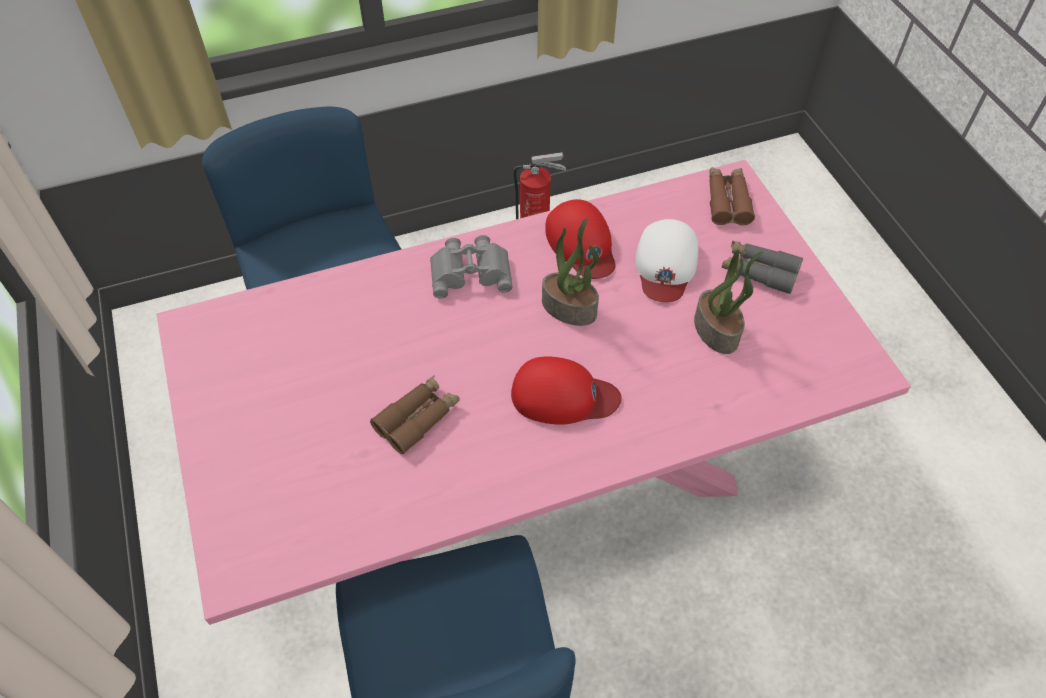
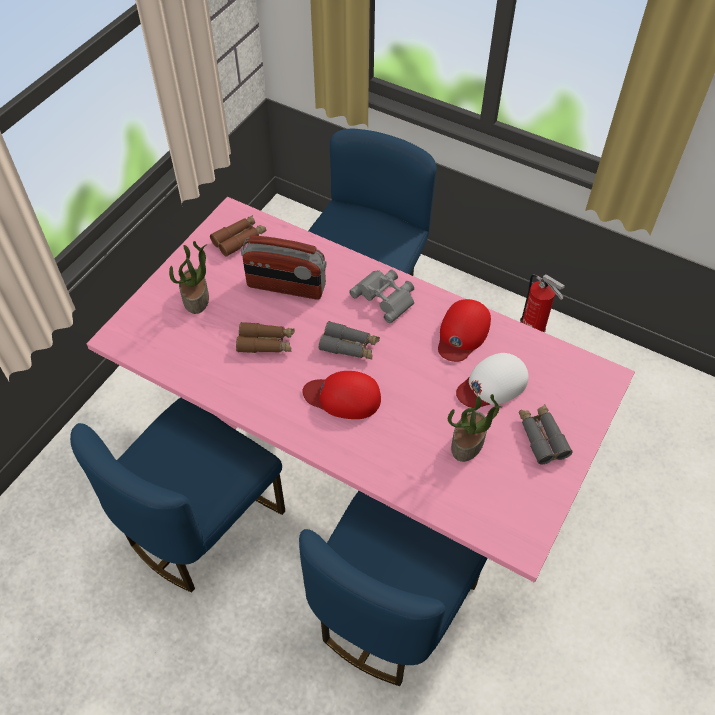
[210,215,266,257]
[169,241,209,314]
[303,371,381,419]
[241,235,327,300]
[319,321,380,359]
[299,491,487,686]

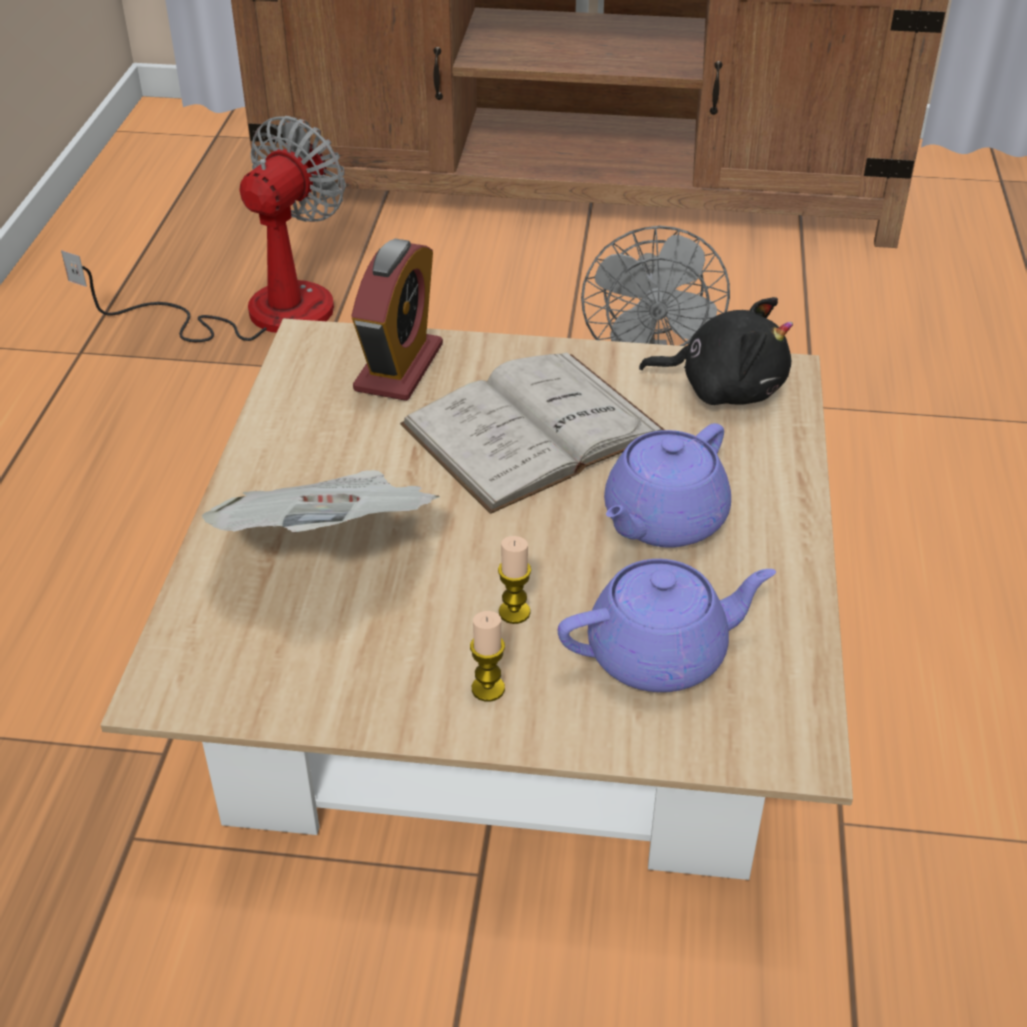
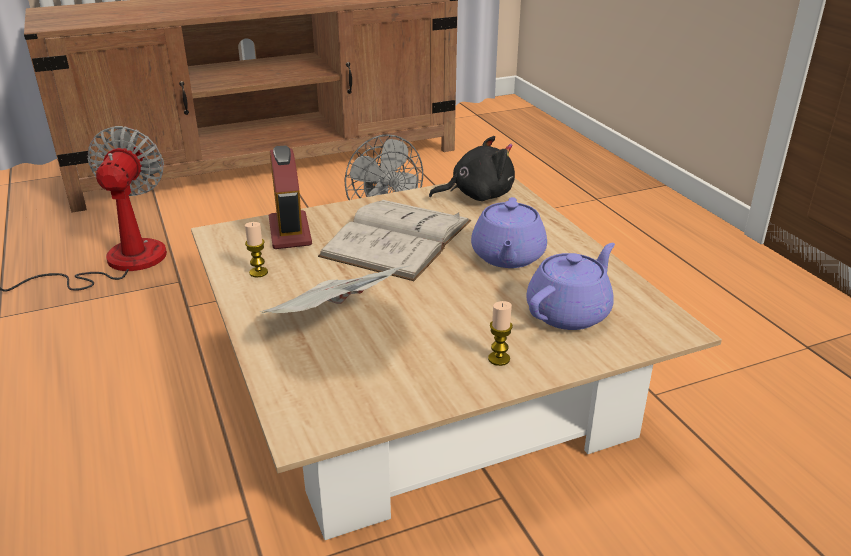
[245,222,268,278]

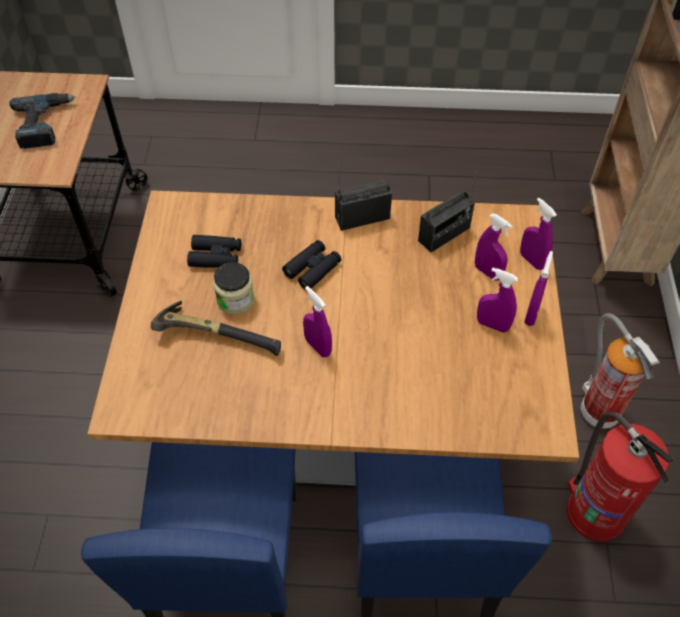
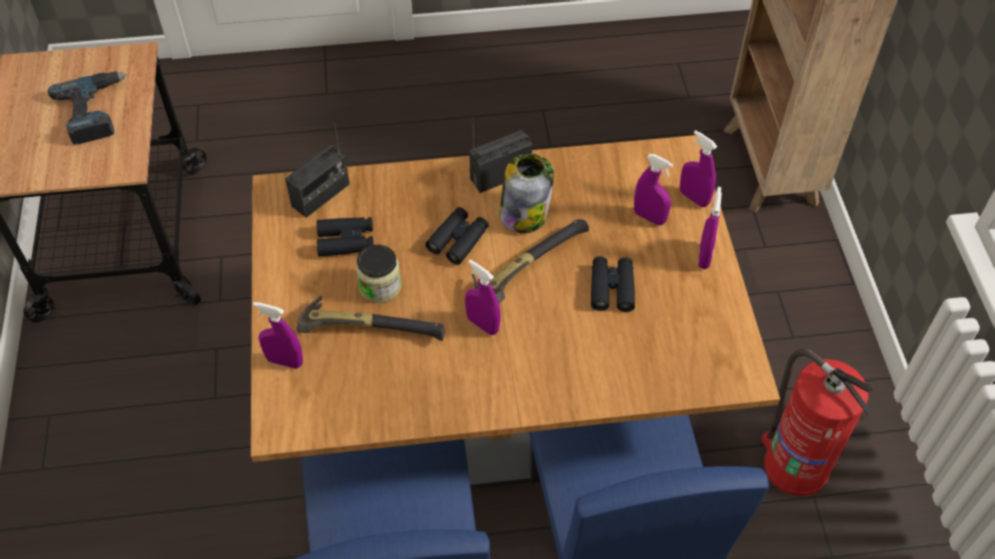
[285,122,350,218]
[253,302,303,369]
[580,313,660,429] (first image)
[500,154,554,233]
[472,219,589,303]
[591,256,635,312]

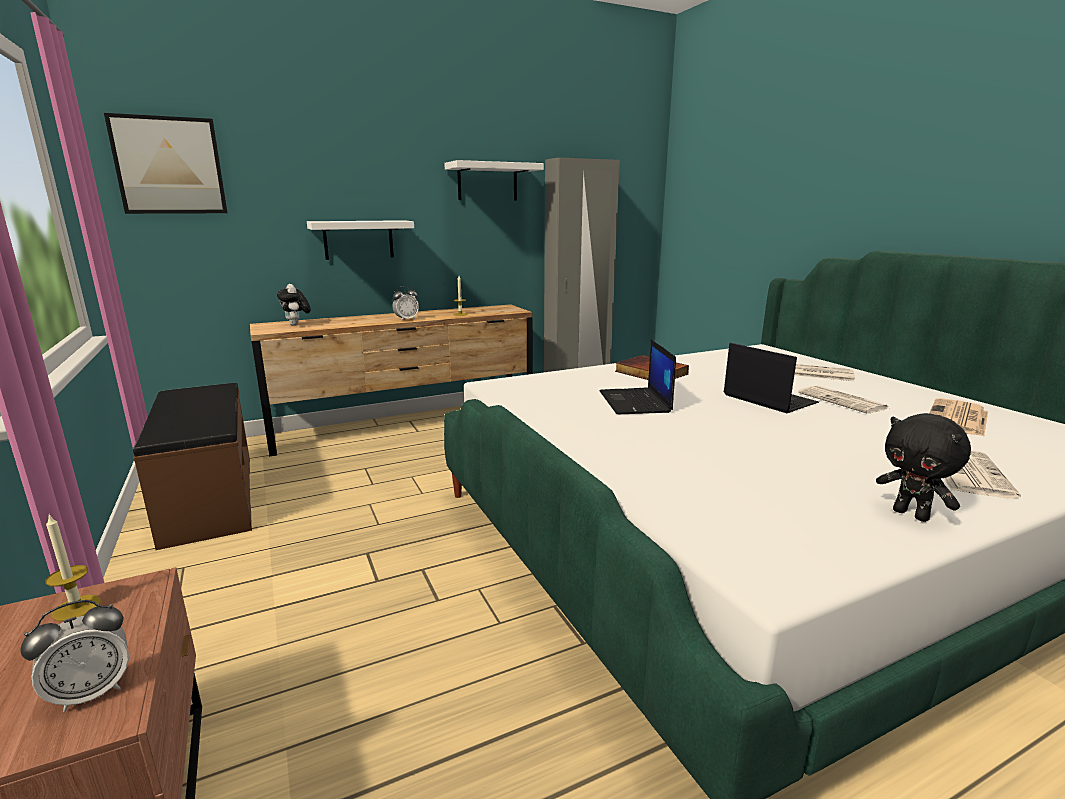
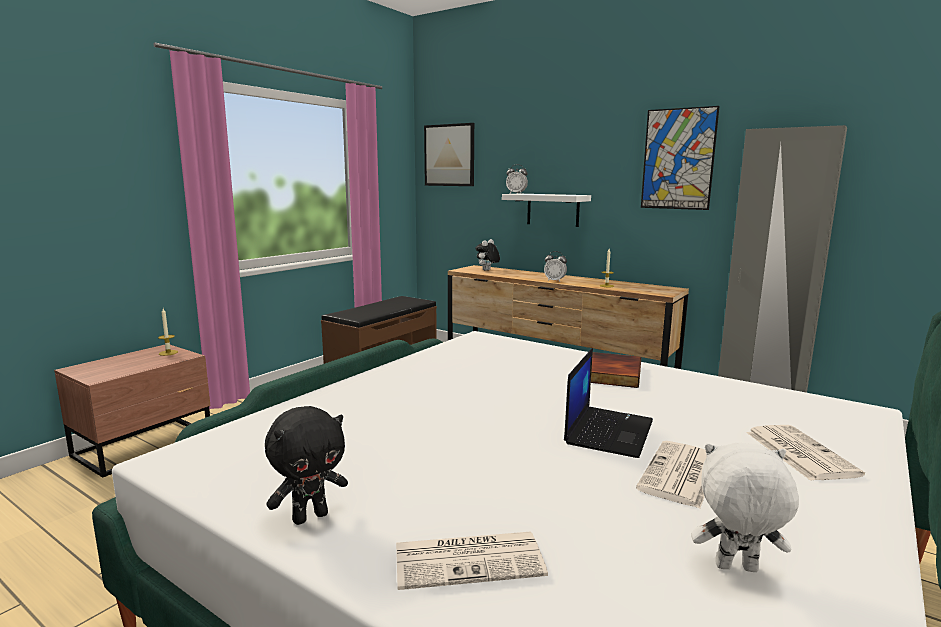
[641,106,720,210]
[600,339,676,414] (first image)
[691,443,799,572]
[265,406,348,525]
[506,164,528,194]

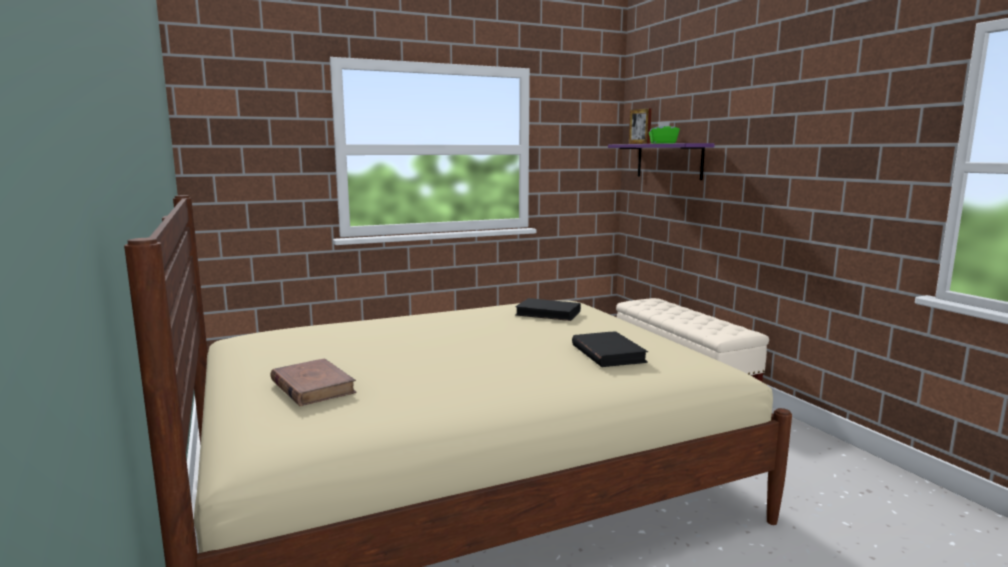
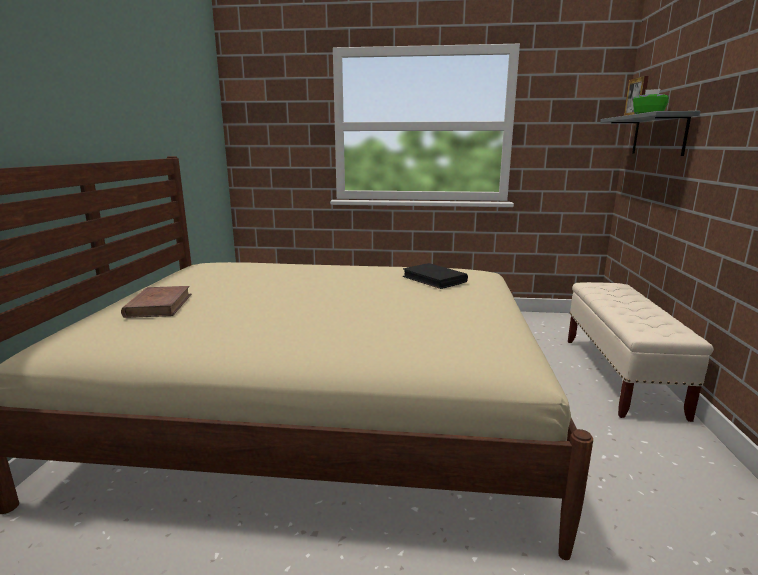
[600,111,700,156]
[572,332,648,367] (first image)

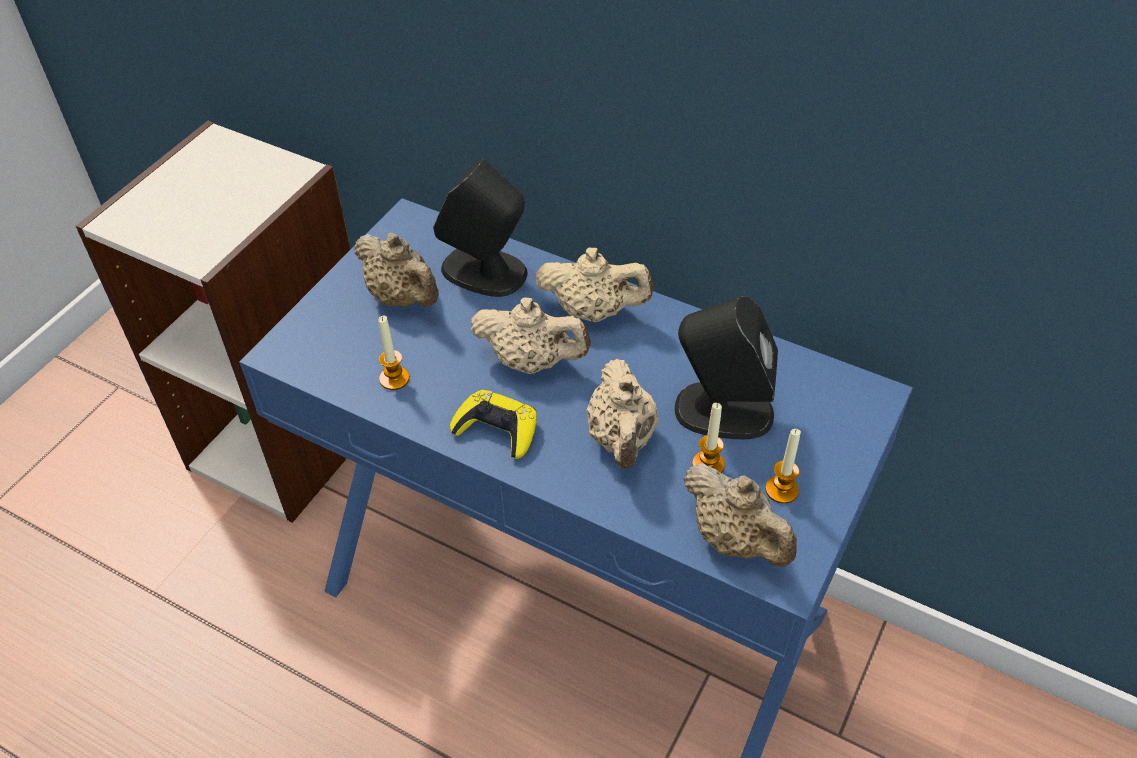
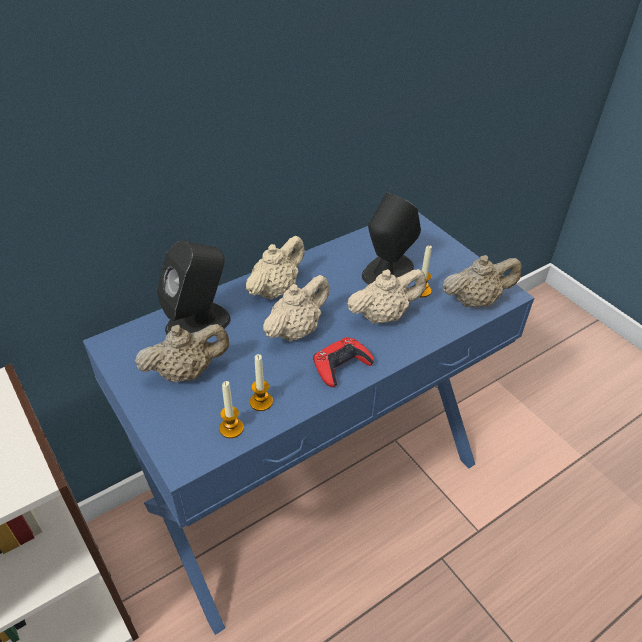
[347,269,426,324]
[313,337,374,387]
[219,381,244,438]

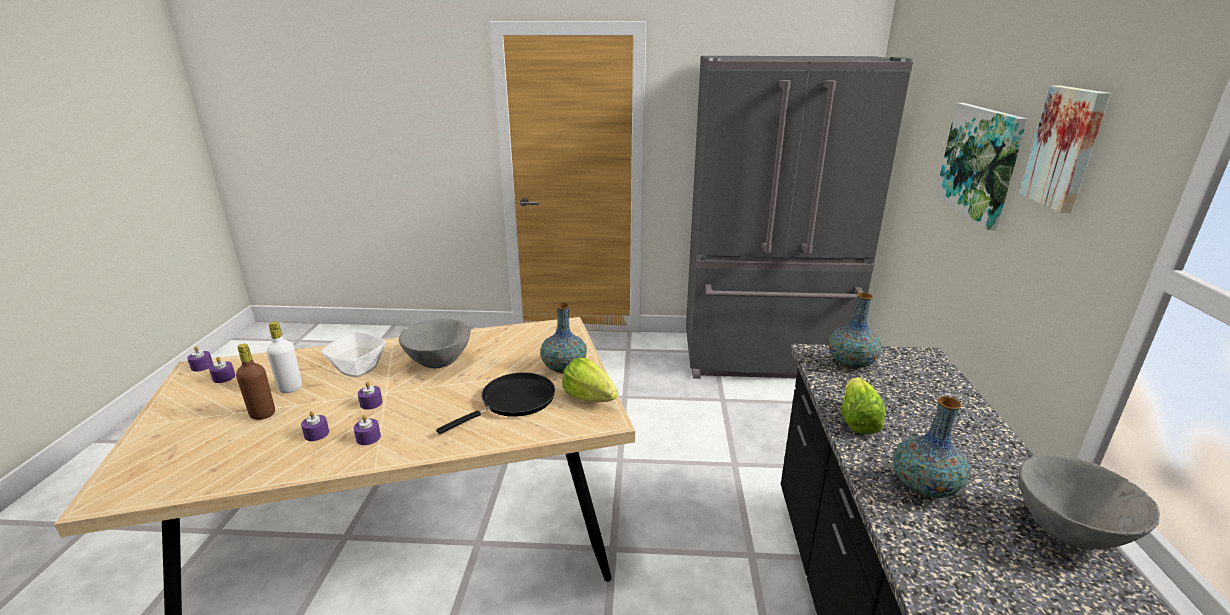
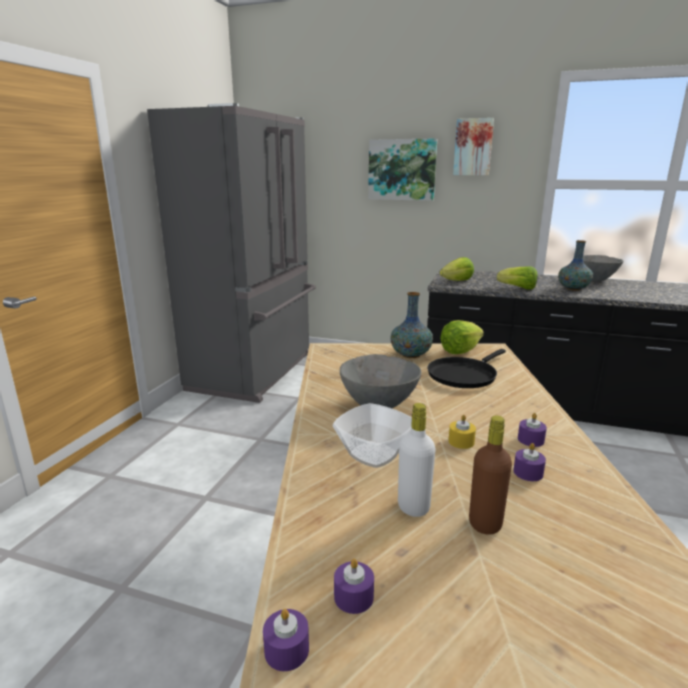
[440,257,474,281]
[427,349,506,388]
[448,415,476,449]

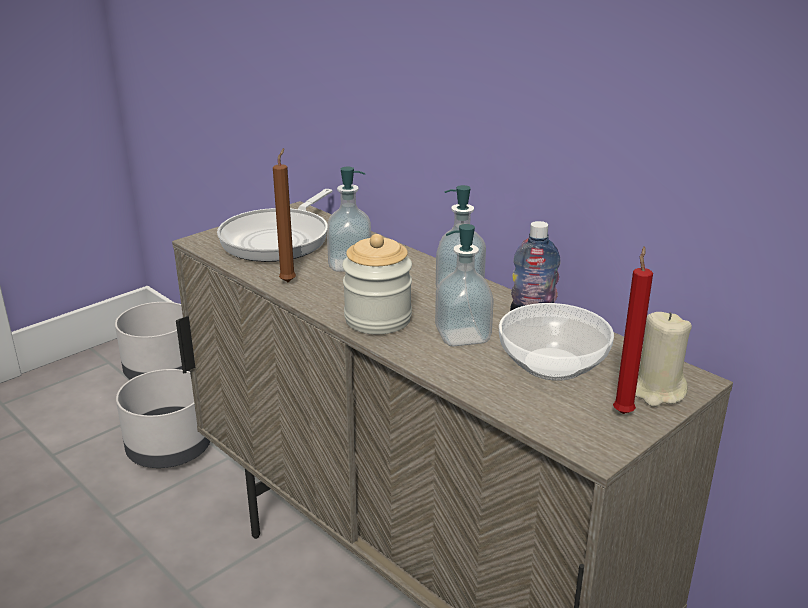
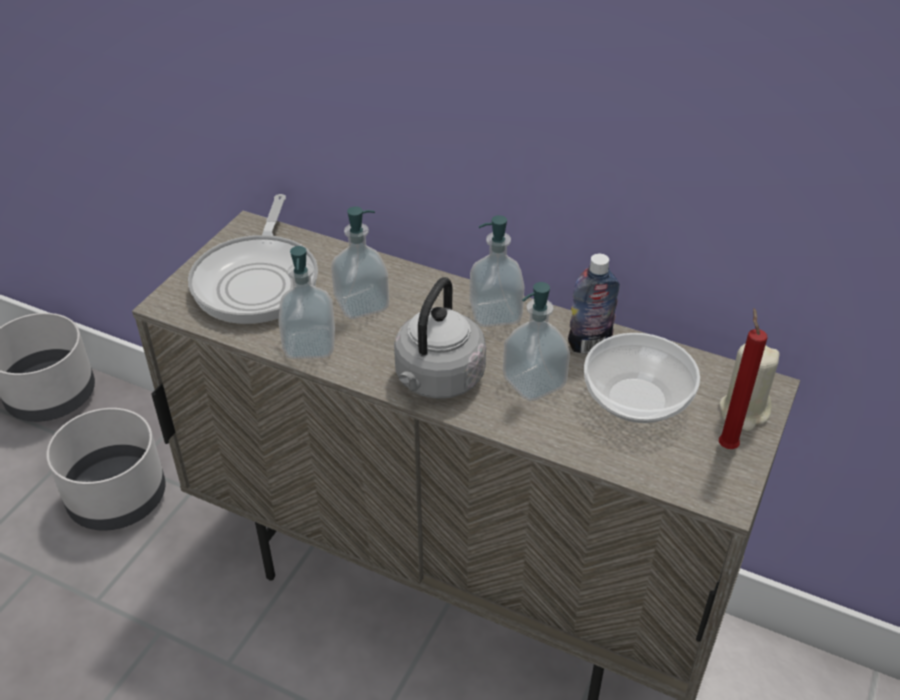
[279,246,335,359]
[394,277,486,399]

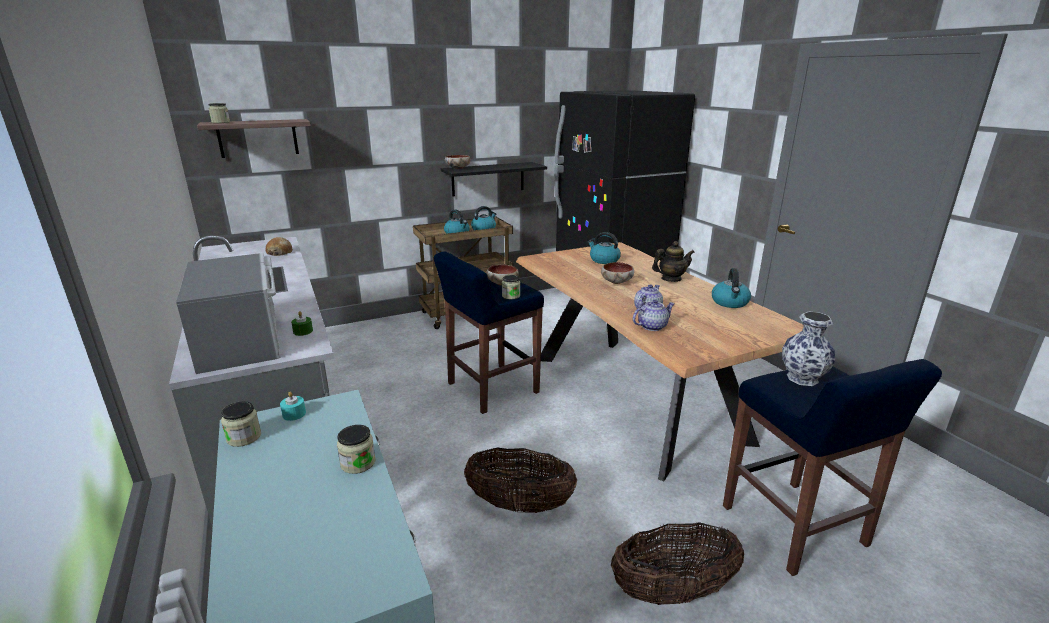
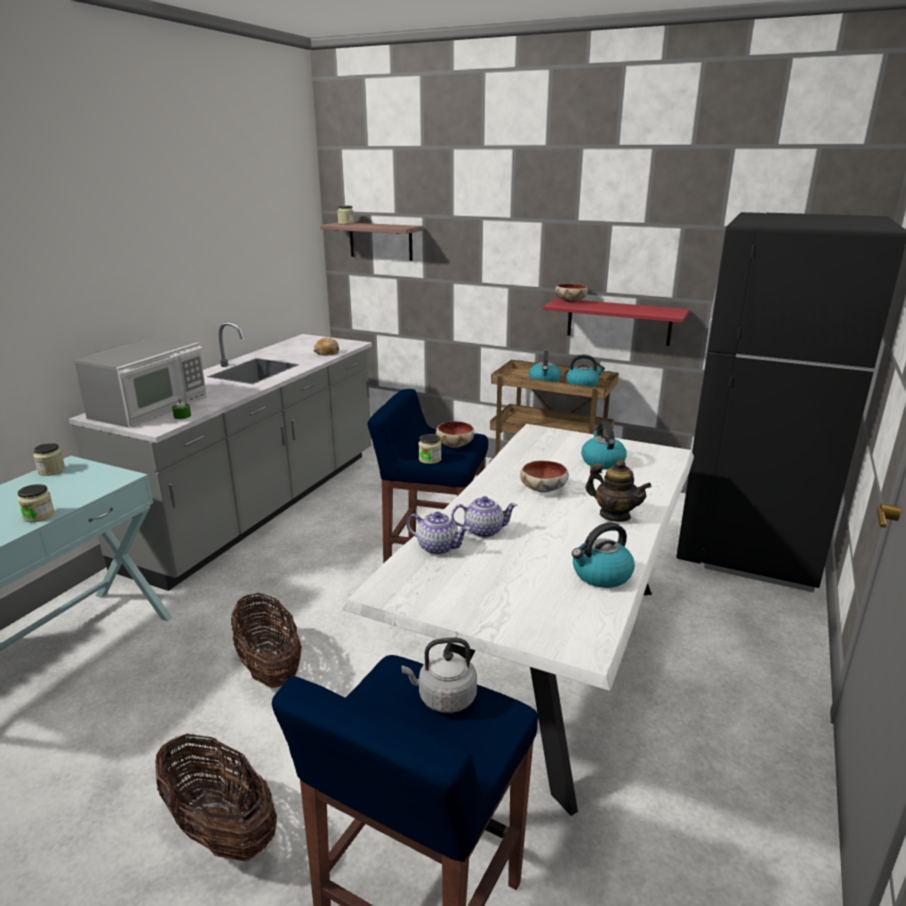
[543,298,689,346]
[342,424,694,816]
[402,638,477,713]
[280,391,306,421] (first image)

